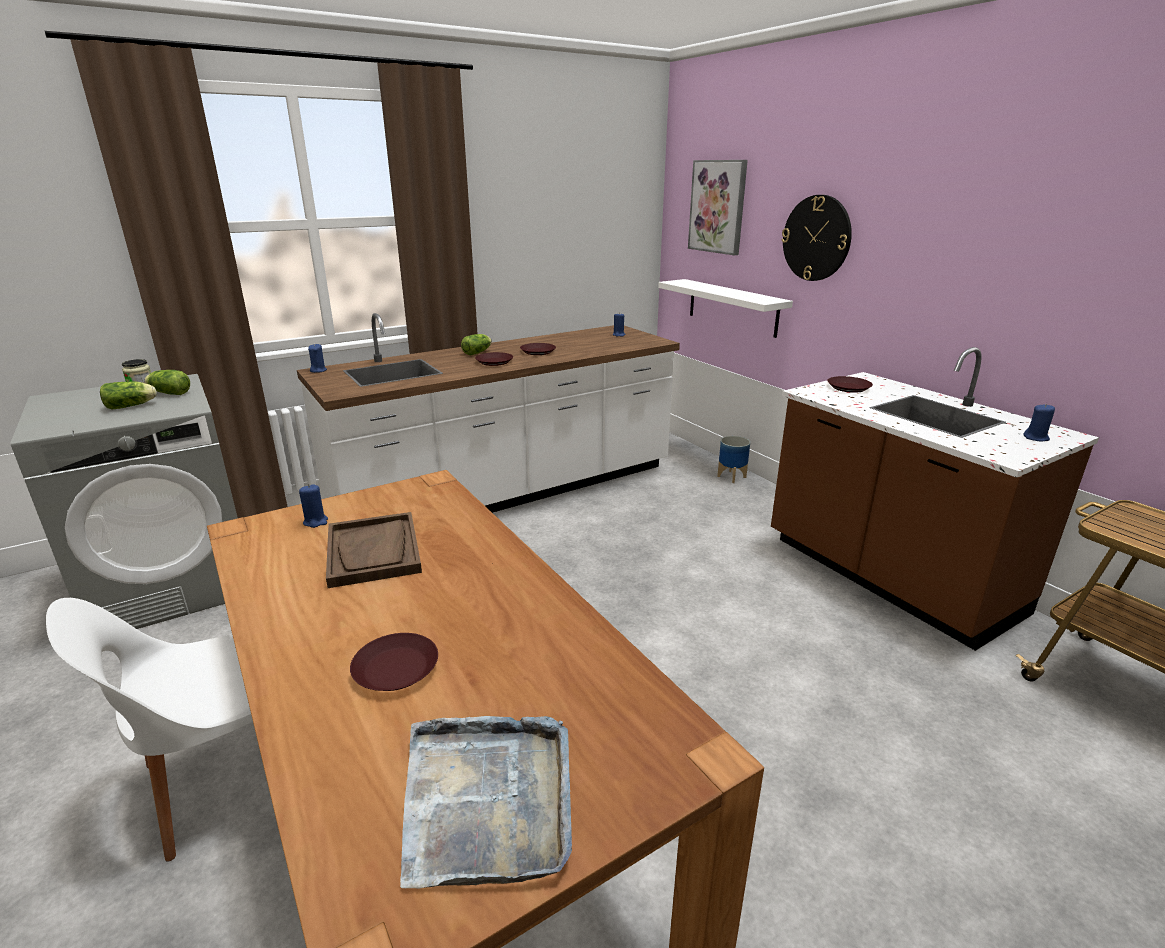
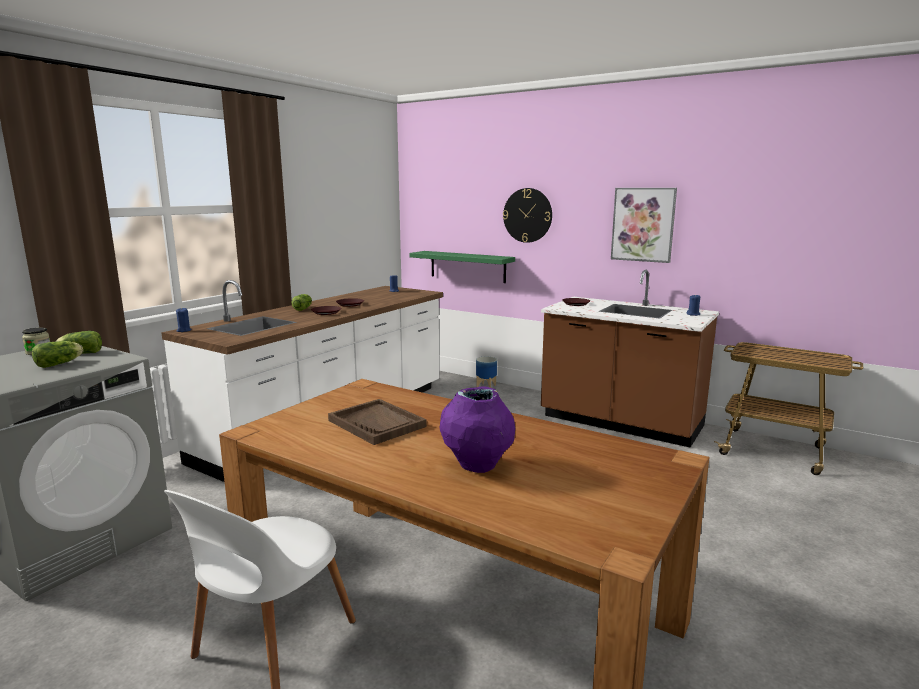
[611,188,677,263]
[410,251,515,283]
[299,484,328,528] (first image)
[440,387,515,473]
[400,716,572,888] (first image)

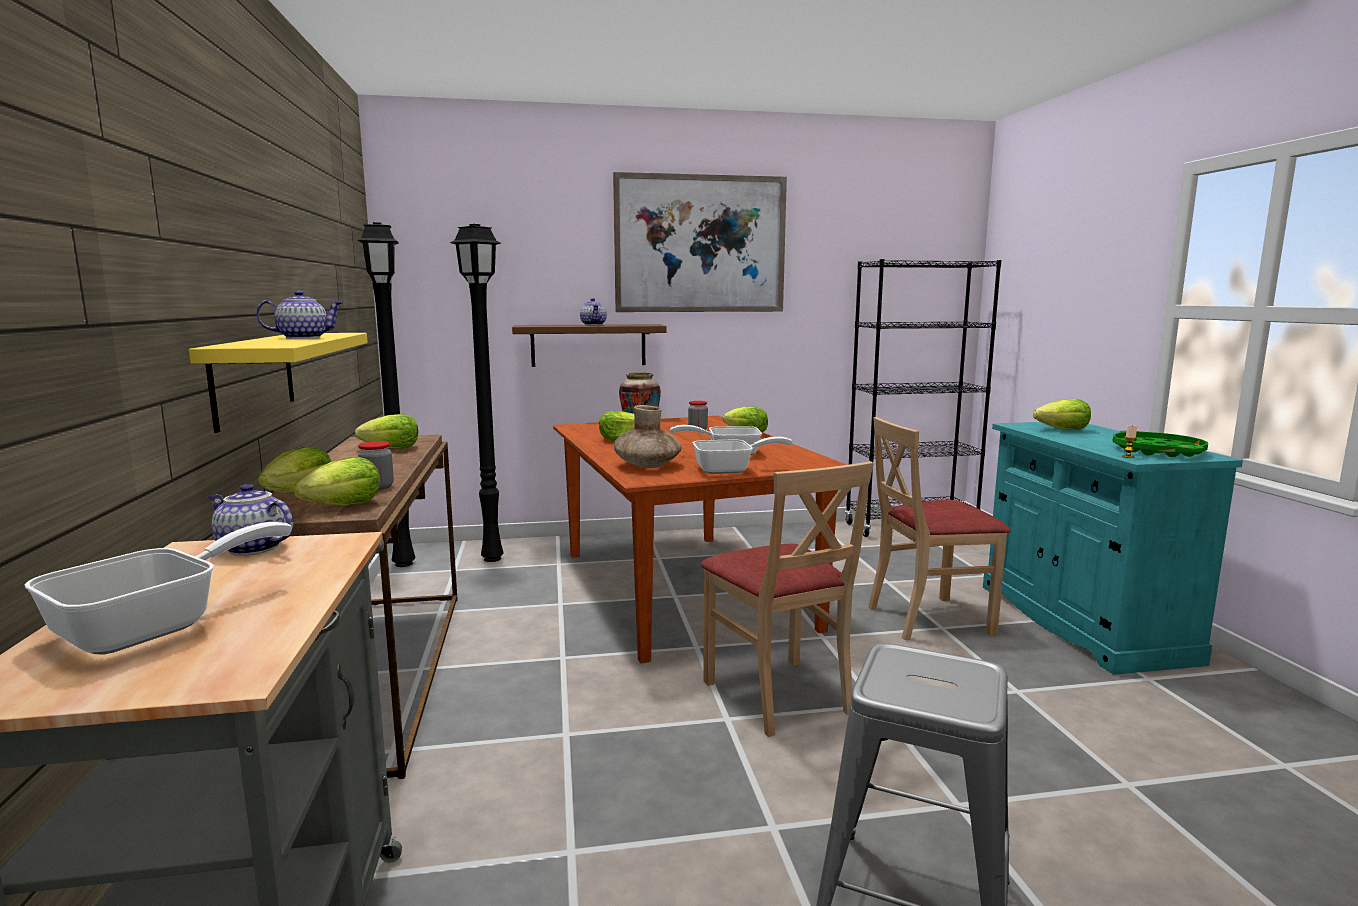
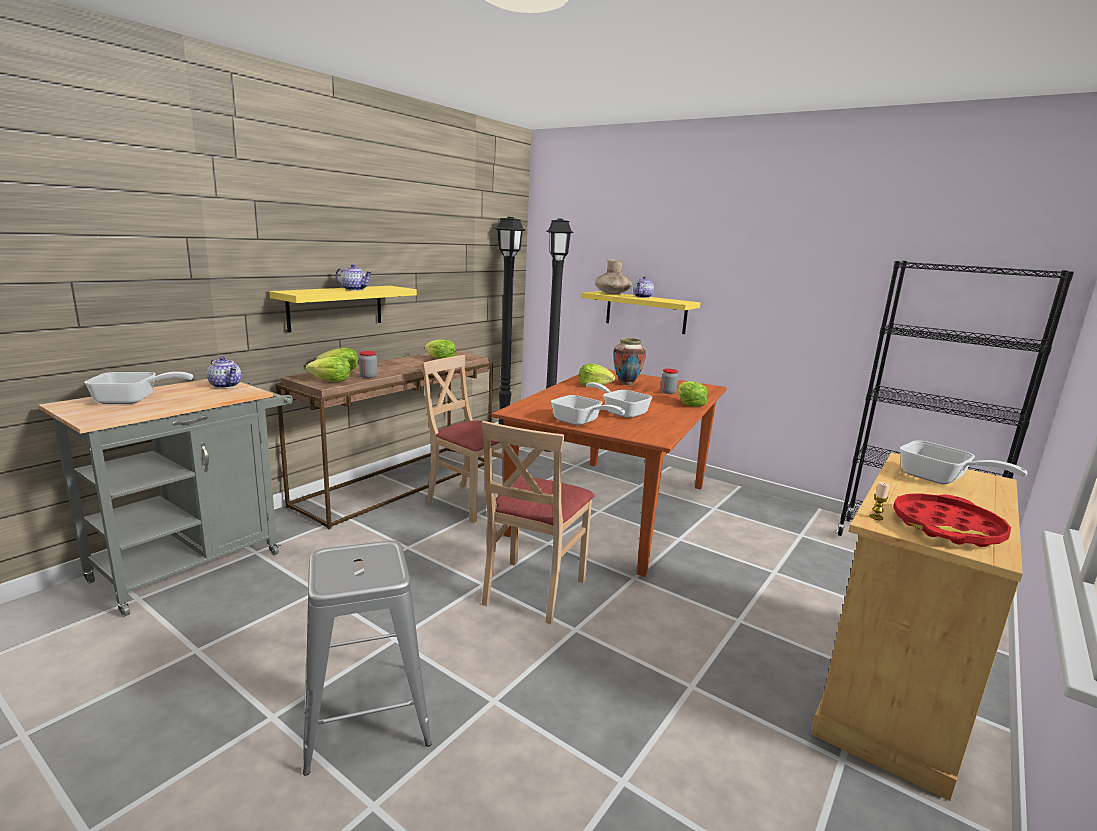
[613,172,787,312] (first image)
[581,291,701,334]
[900,440,1028,484]
[595,259,632,295]
[422,355,503,523]
[811,453,1023,801]
[893,493,1011,547]
[207,356,241,388]

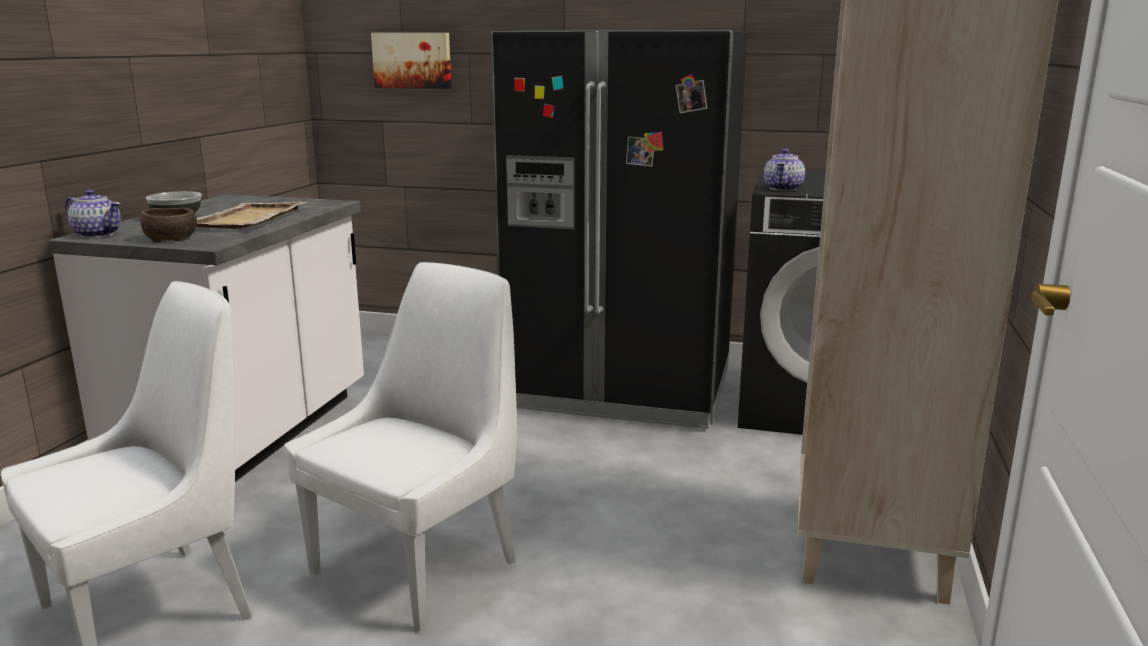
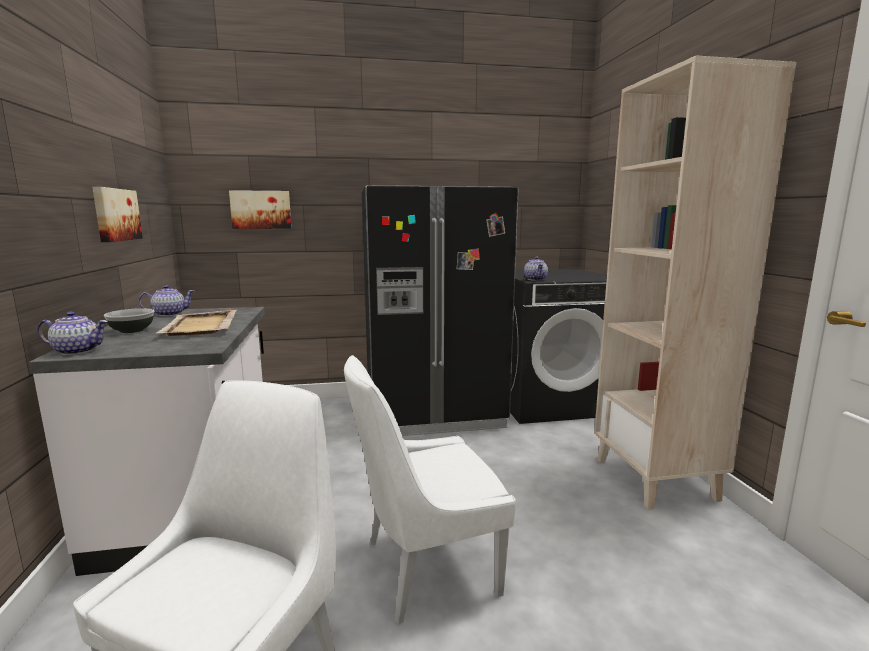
[140,208,197,242] (first image)
[344,355,516,625]
[92,187,143,242]
[139,285,194,316]

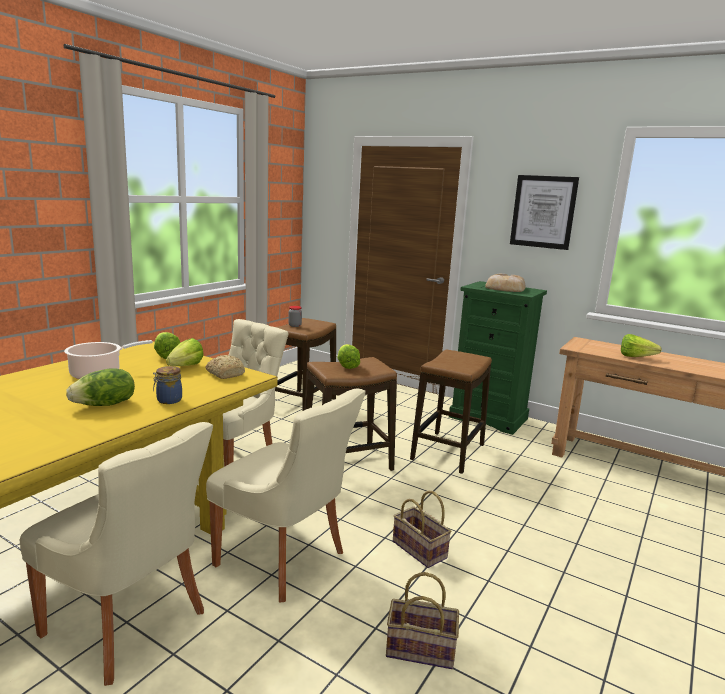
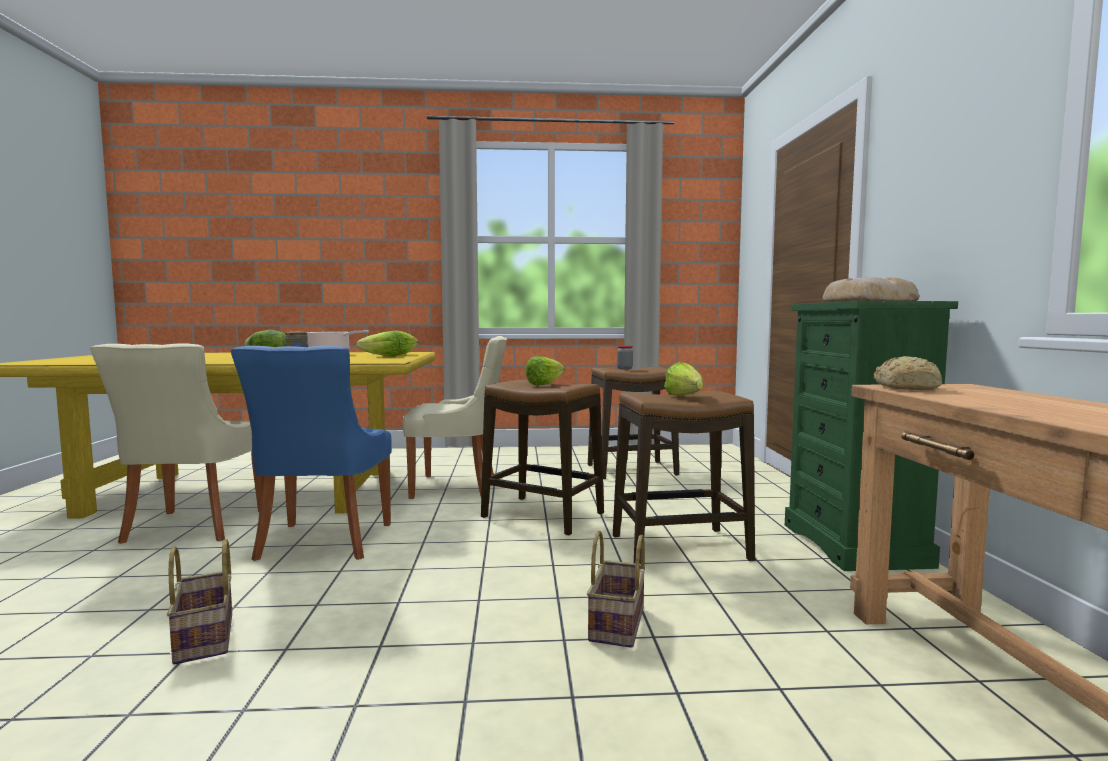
[510,175,579,250] (first image)
[664,362,703,396]
[873,356,942,390]
[231,346,392,561]
[587,531,646,648]

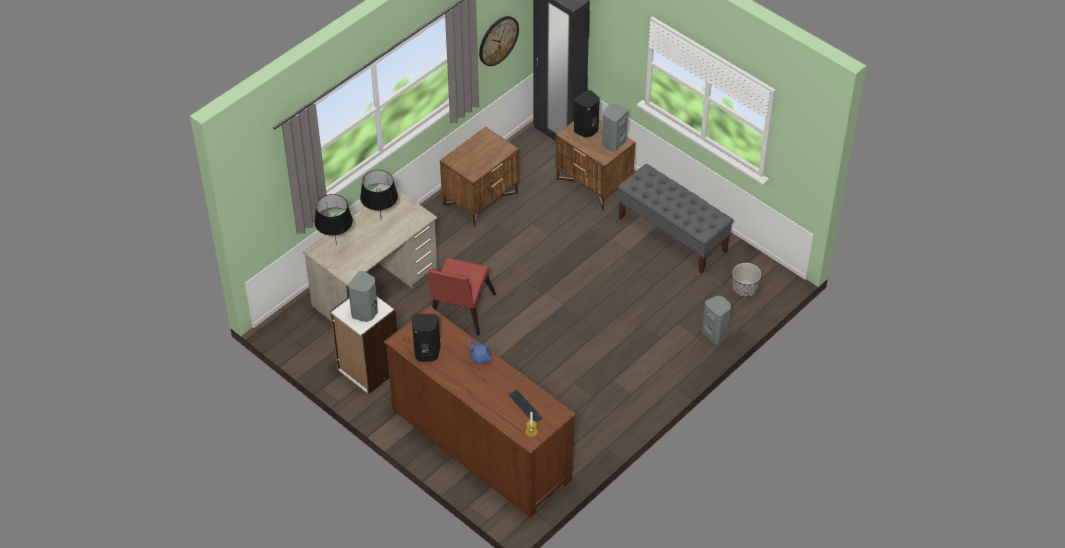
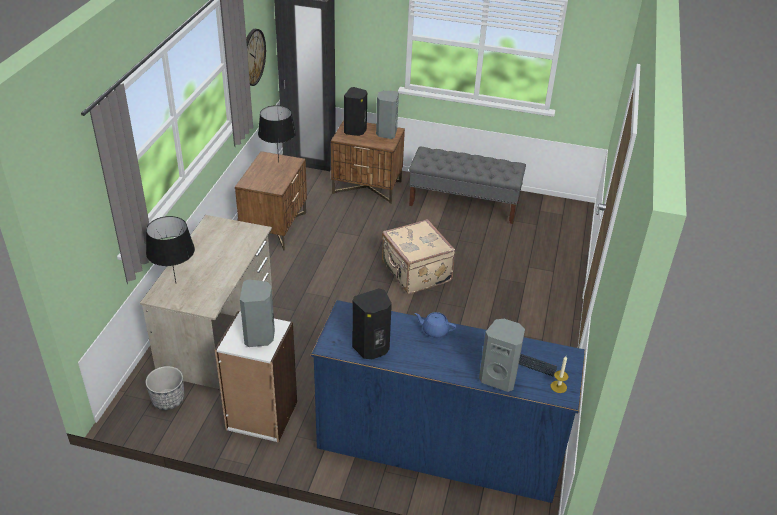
[258,105,296,163]
[428,258,496,336] (first image)
[146,366,185,410]
[479,319,525,392]
[311,300,585,503]
[382,219,455,294]

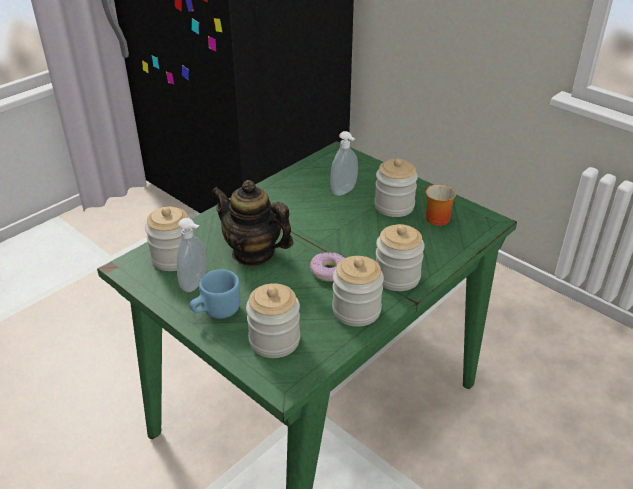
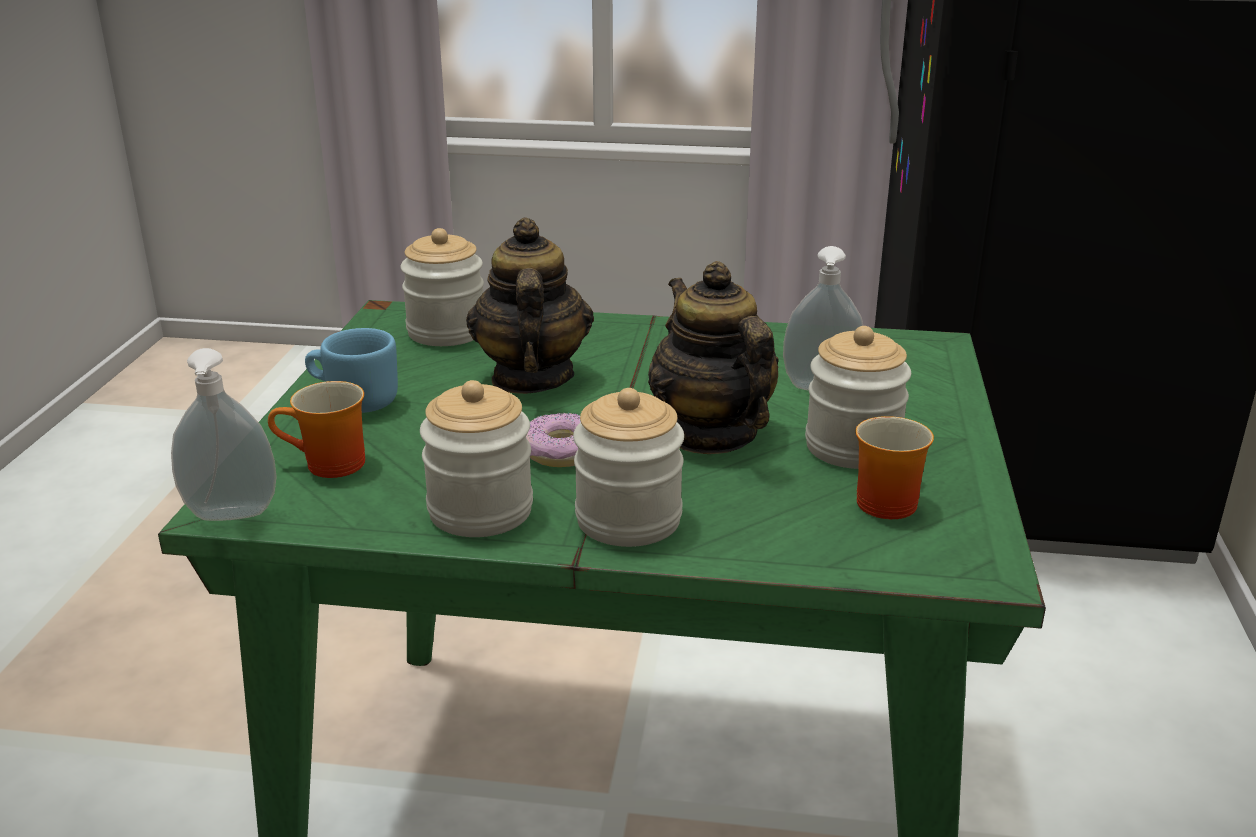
[171,348,277,521]
[268,381,365,478]
[648,261,779,454]

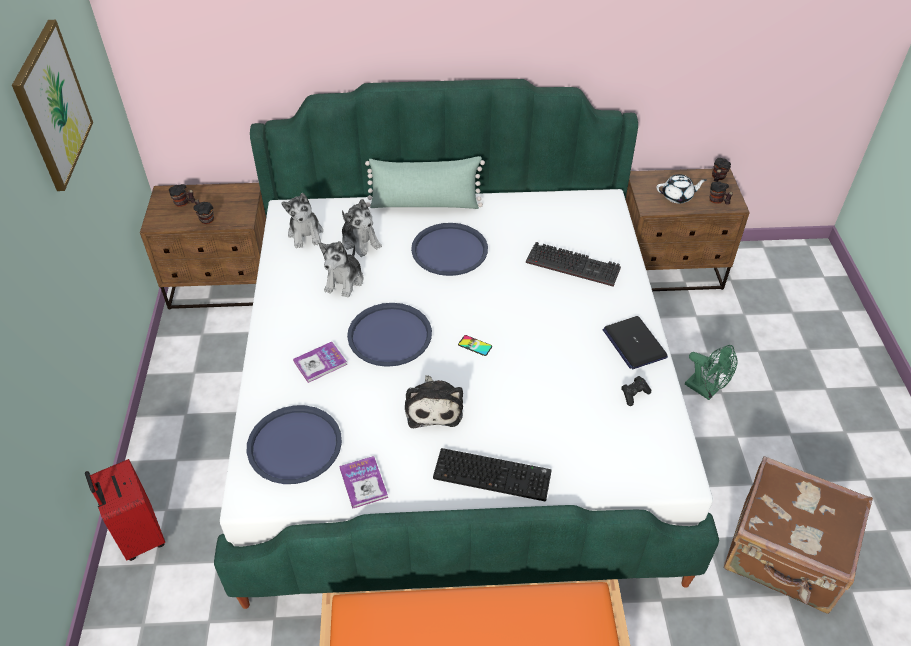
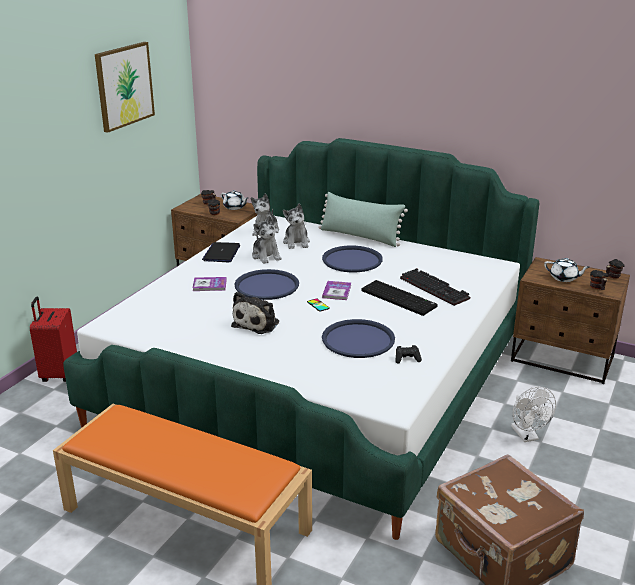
[252,216,282,264]
[202,242,240,262]
[511,387,556,442]
[322,319,395,358]
[361,280,438,316]
[322,281,351,300]
[221,190,248,210]

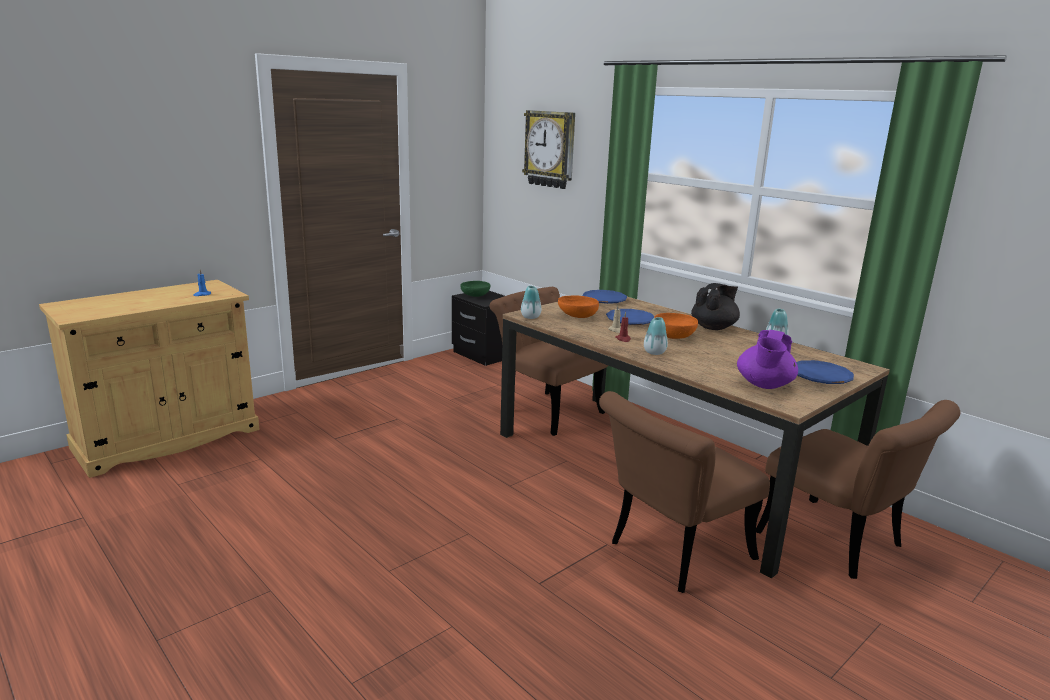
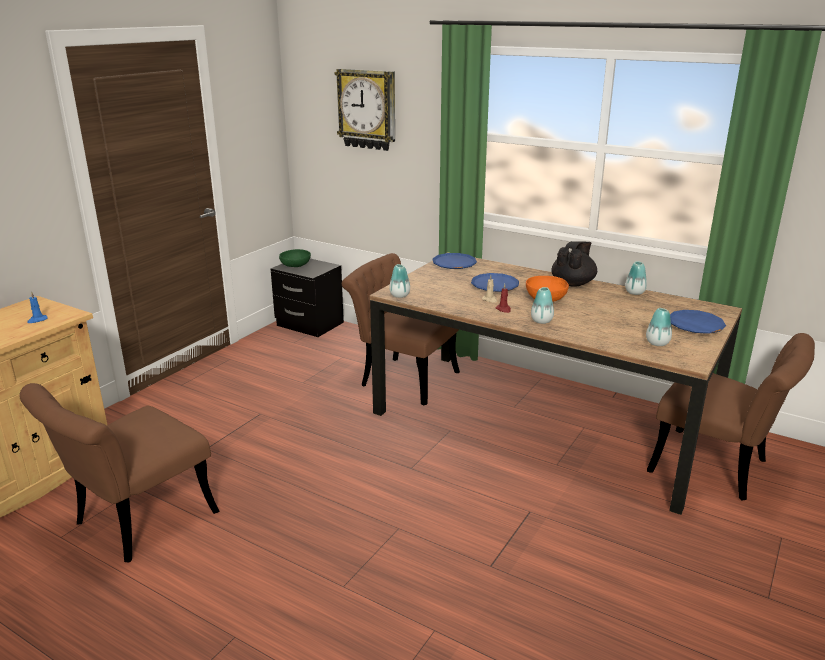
[558,295,599,318] (first image)
[646,308,672,346]
[19,383,220,563]

